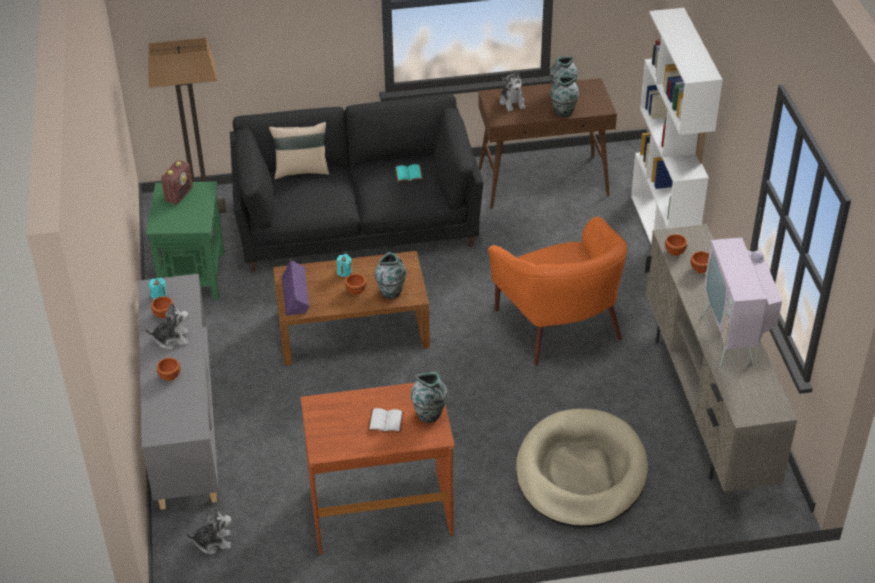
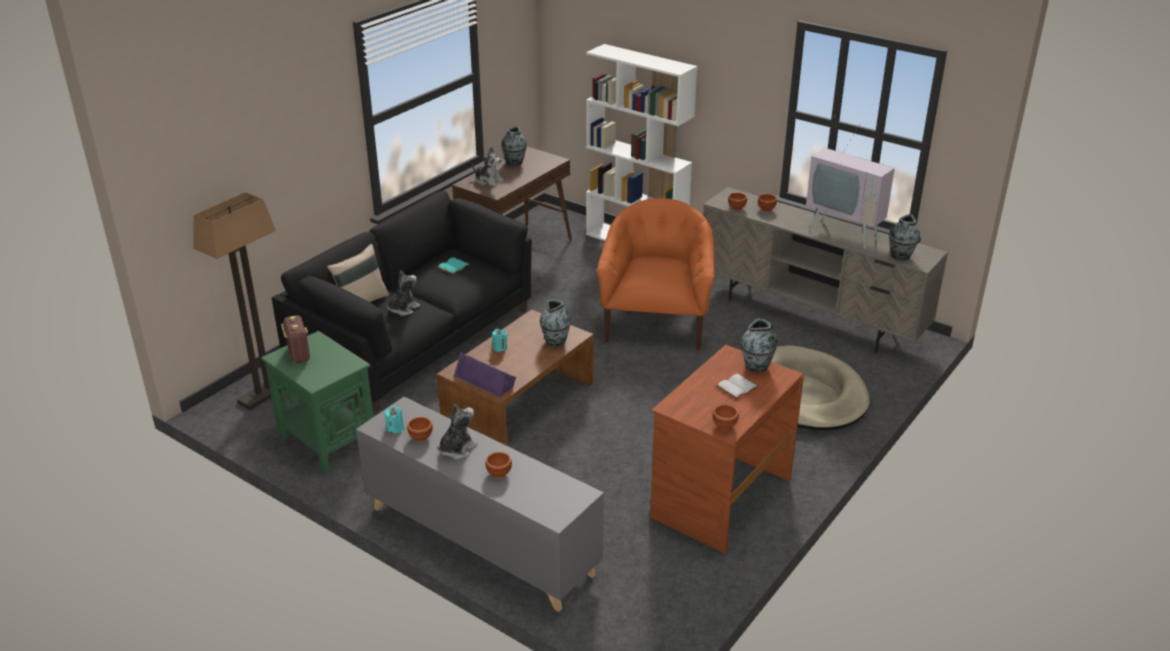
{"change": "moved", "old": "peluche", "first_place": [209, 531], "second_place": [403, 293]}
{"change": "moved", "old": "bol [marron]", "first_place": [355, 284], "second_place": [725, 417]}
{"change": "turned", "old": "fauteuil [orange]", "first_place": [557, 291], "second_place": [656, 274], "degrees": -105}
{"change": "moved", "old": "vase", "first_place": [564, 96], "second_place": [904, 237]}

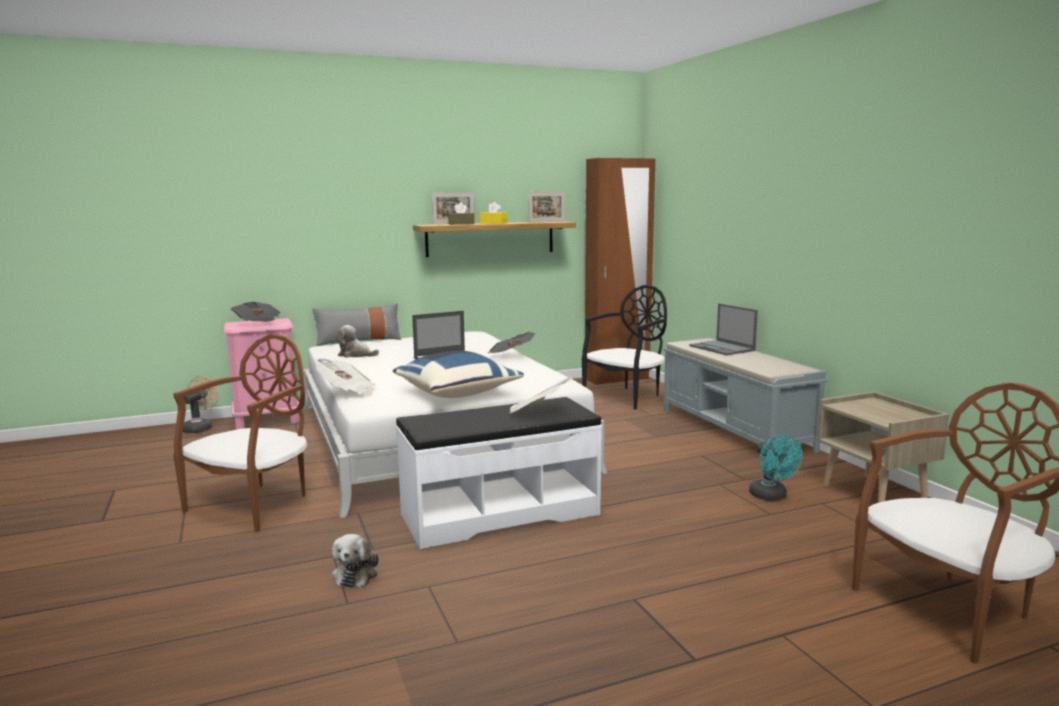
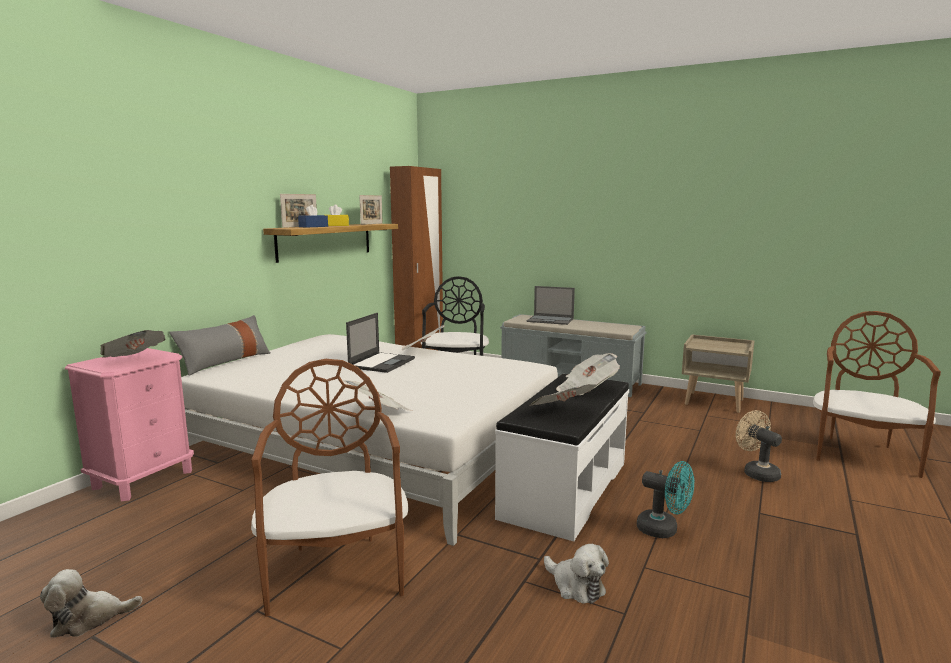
{"change": "moved", "old": "ventilateur [beige]", "first_place": [201, 404], "second_place": [759, 446]}
{"change": "moved", "old": "peluche", "first_place": [357, 341], "second_place": [91, 603]}
{"change": "removed", "old": "coussin [bleu]", "first_place": [458, 374]}
{"change": "recoloured", "old": "boîte à mouchoirs [marron]", "new": "boîte à mouchoirs [bleu]", "first_place": [461, 213], "second_place": [313, 216]}
{"change": "moved", "old": "ventilateur [turquoise]", "first_place": [776, 468], "second_place": [665, 499]}
{"change": "added", "new": "journal", "second_place": [564, 394]}

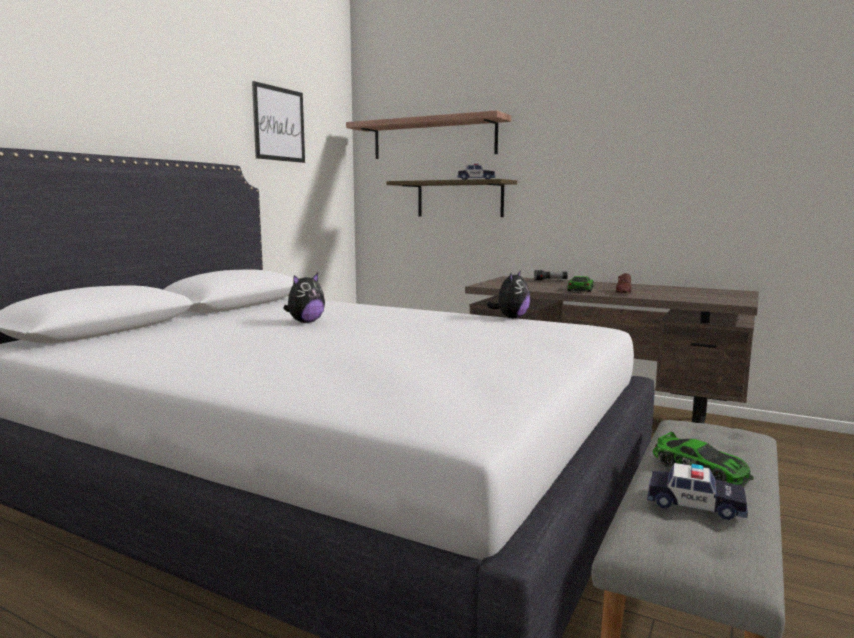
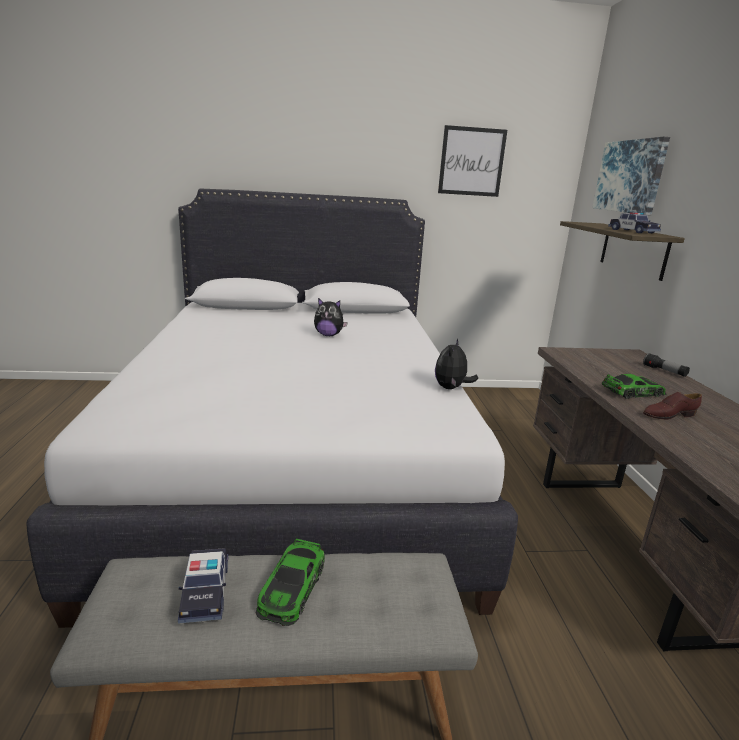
{"change": "replaced", "old": "étagère", "new": "tableau", "first_place": [428, 134], "second_place": [631, 176]}
{"change": "turned", "old": "peluche", "first_place": [508, 294], "second_place": [456, 364], "degrees": 120}

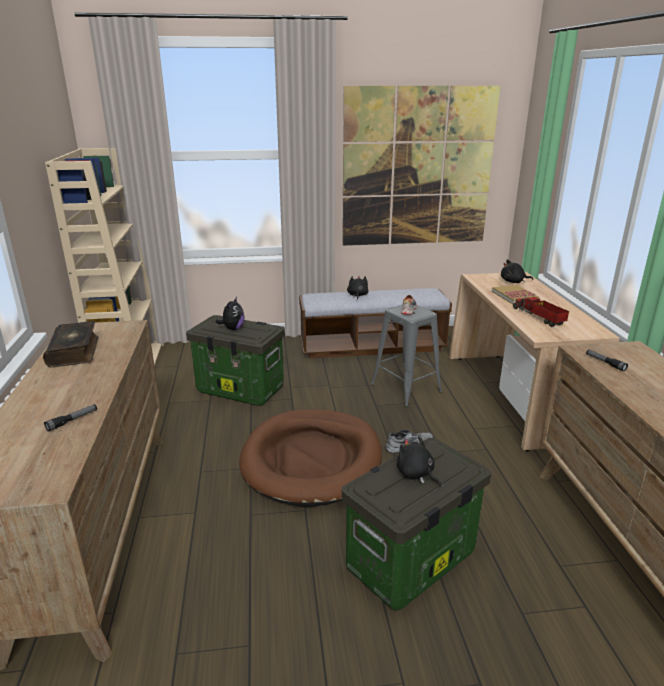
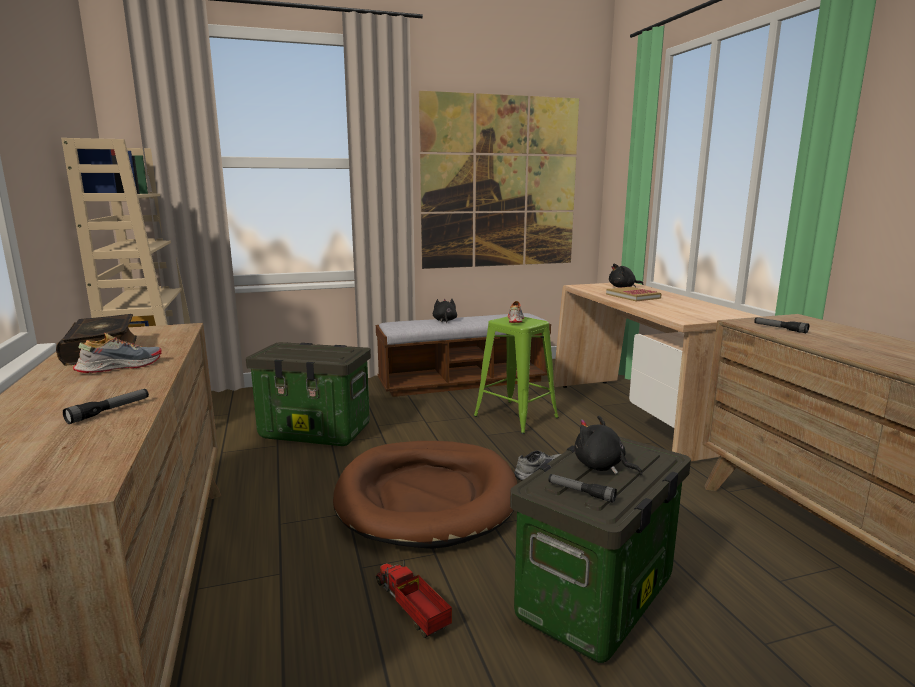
{"change": "removed", "old": "peluche", "first_place": [230, 313]}
{"change": "recoloured", "old": "tabouret [gris]", "new": "tabouret [vert]", "first_place": [406, 355], "second_place": [516, 375]}
{"change": "moved", "old": "camion jouet", "first_place": [541, 310], "second_place": [414, 599]}
{"change": "added", "new": "chaussure", "second_place": [117, 353]}
{"change": "added", "new": "lampe de poche", "second_place": [582, 488]}

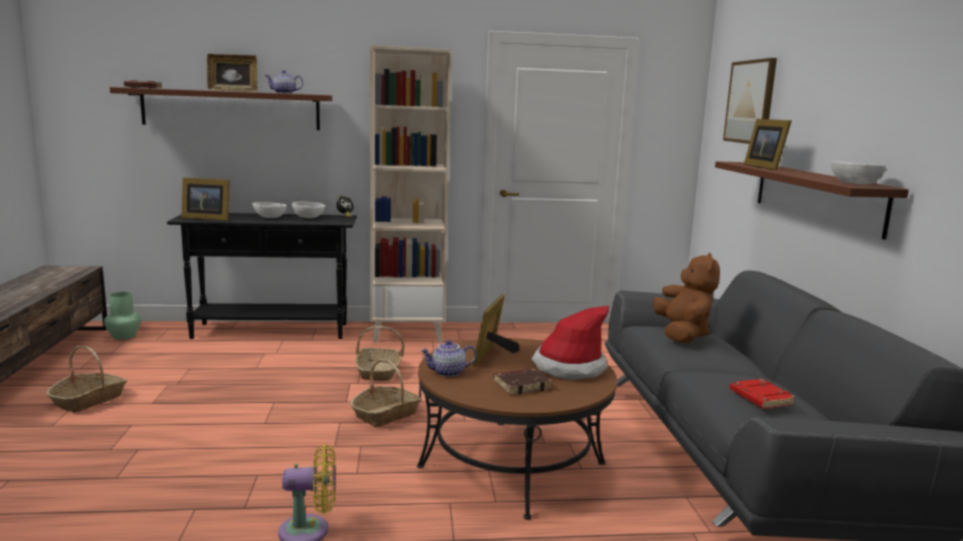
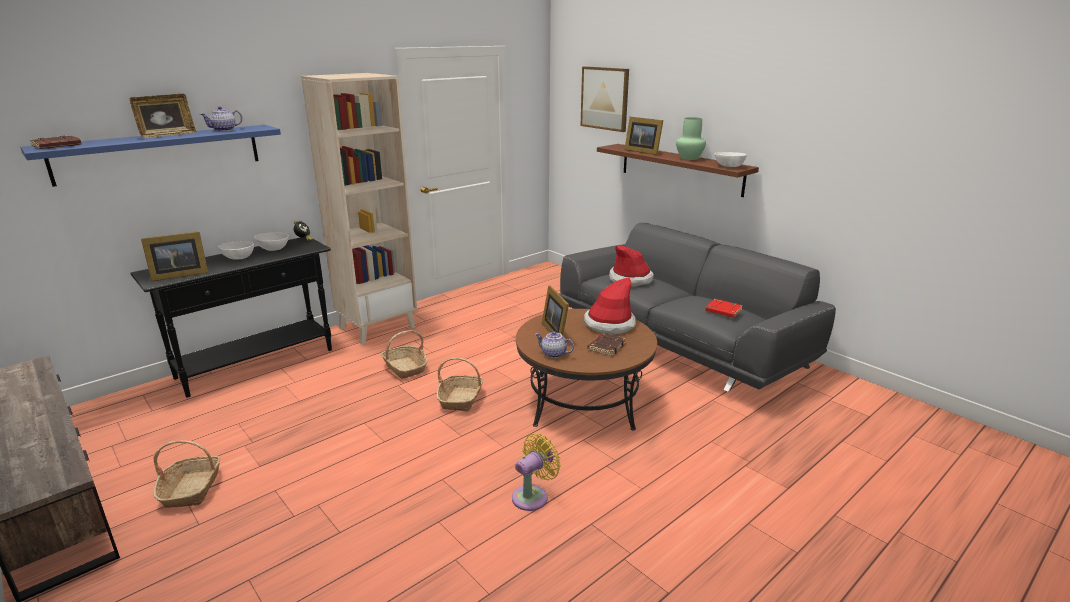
{"change": "moved", "old": "vase [vert]", "first_place": [122, 316], "second_place": [691, 138]}
{"change": "recoloured", "old": "étagère [marron]", "new": "étagère [bleu]", "first_place": [221, 108], "second_place": [150, 156]}
{"change": "turned", "old": "théière", "first_place": [448, 358], "second_place": [554, 344], "degrees": 75}
{"change": "replaced", "old": "peluche [marron]", "new": "chapeau", "first_place": [686, 298], "second_place": [631, 266]}

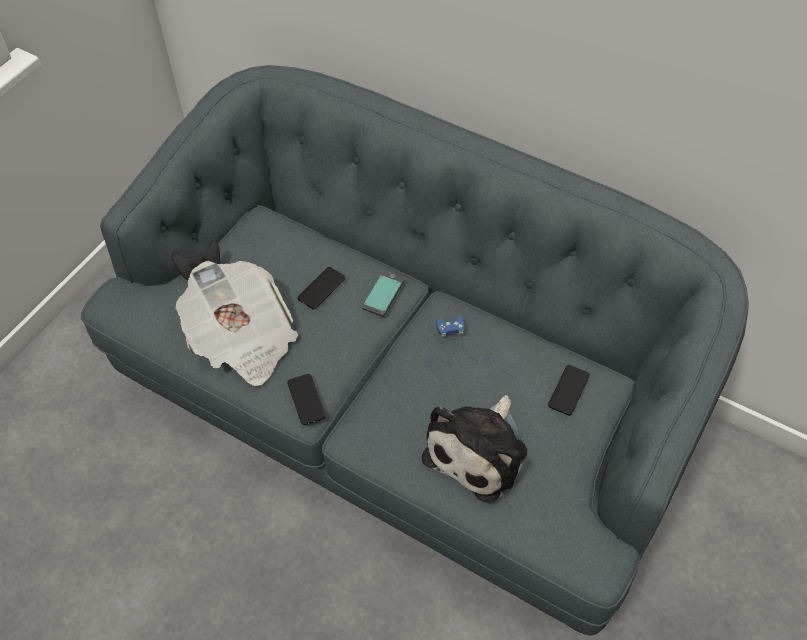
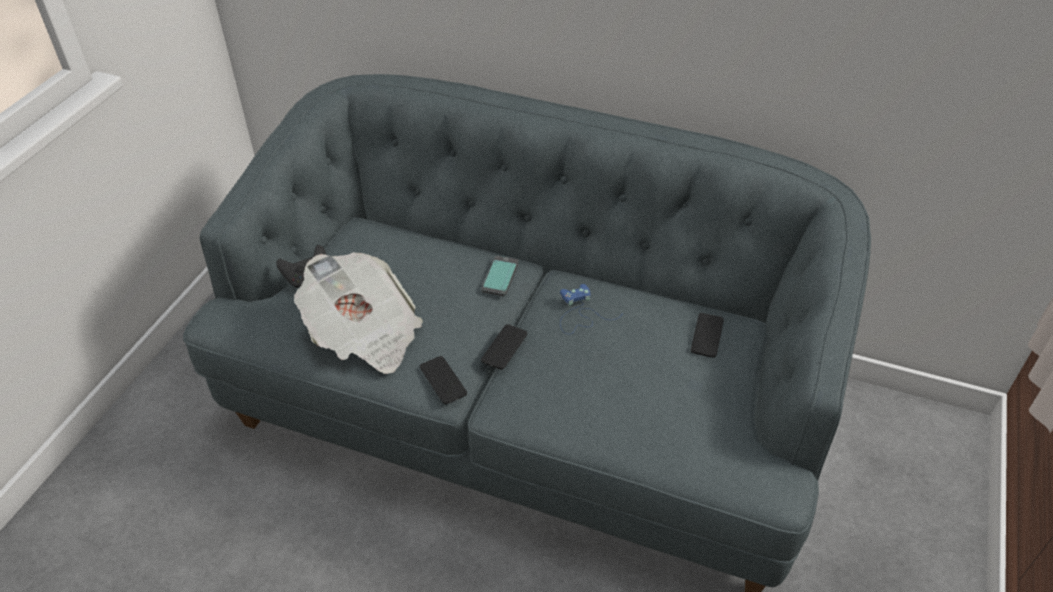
{"change": "moved", "old": "téléphone", "first_place": [321, 288], "second_place": [504, 347]}
{"change": "removed", "old": "peluche", "first_place": [474, 448]}

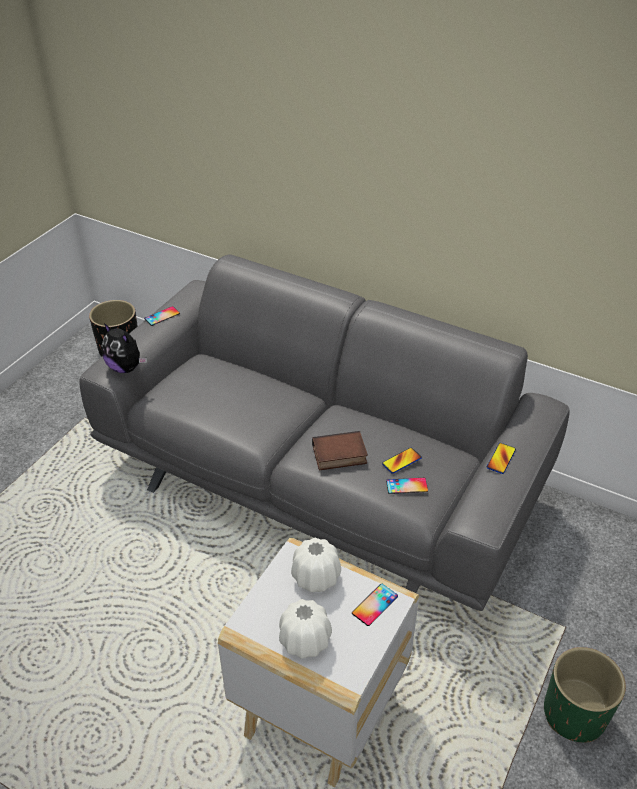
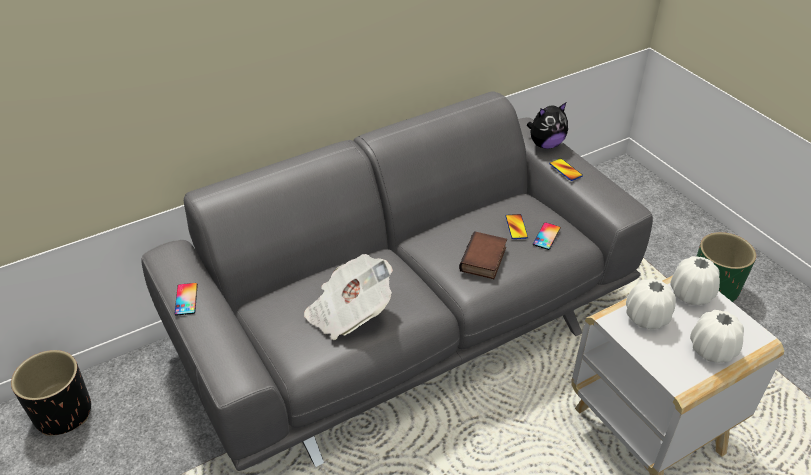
{"change": "moved", "old": "peluche", "first_place": [124, 348], "second_place": [547, 126]}
{"change": "replaced", "old": "téléphone", "new": "vase [blanc]", "first_place": [375, 605], "second_place": [695, 280]}
{"change": "added", "new": "journal", "second_place": [348, 297]}

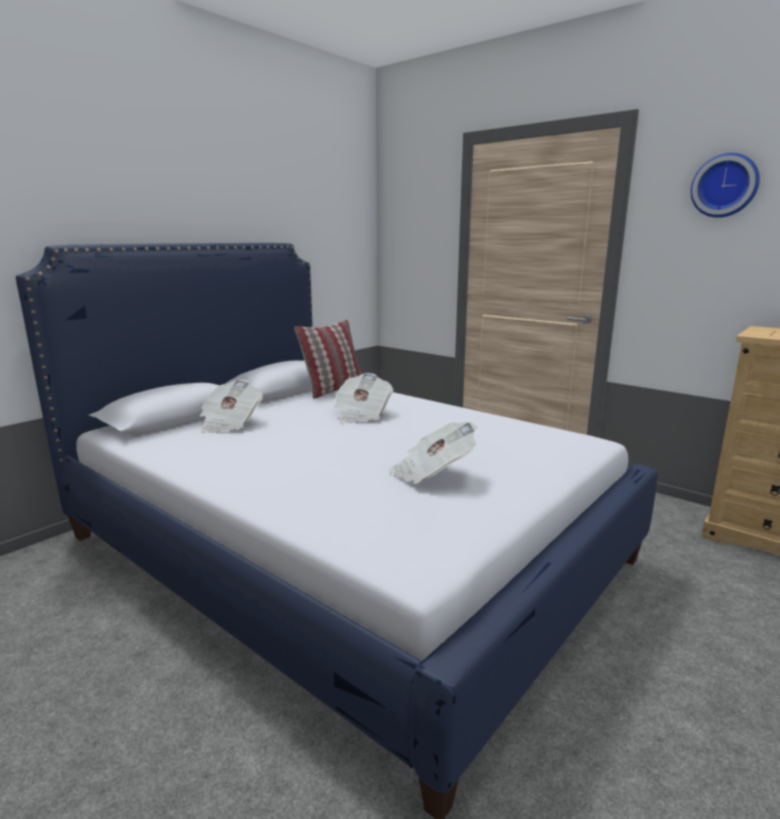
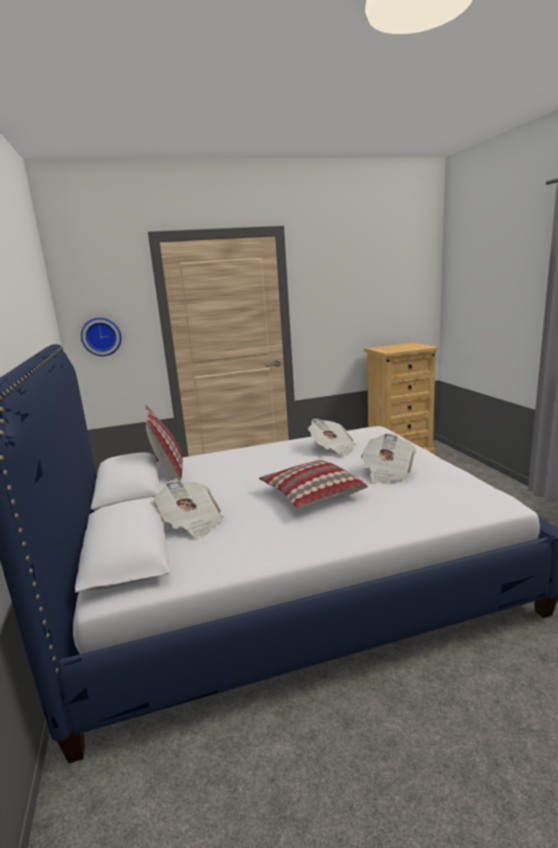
{"change": "moved", "old": "journal", "first_place": [364, 398], "second_place": [332, 437]}
{"change": "moved", "old": "horloge murale", "first_place": [725, 185], "second_place": [101, 337]}
{"change": "added", "new": "coussin", "second_place": [313, 484]}

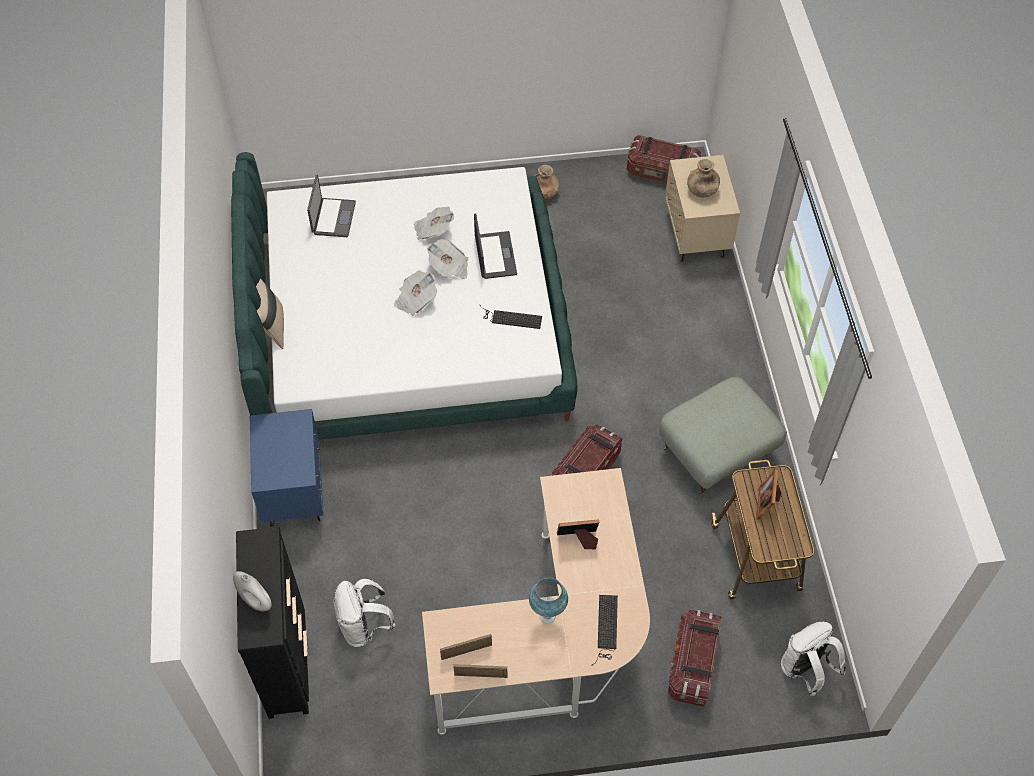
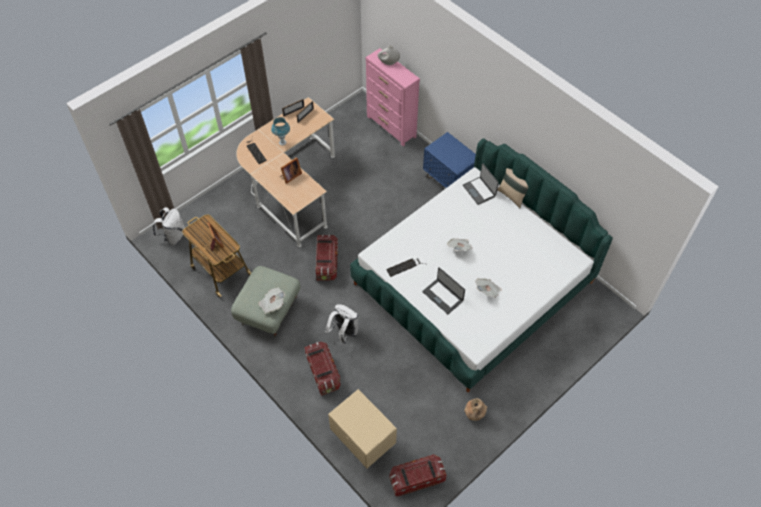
{"change": "recoloured", "old": "commode [noir]", "new": "commode [rose]", "first_place": [272, 623], "second_place": [392, 97]}
{"change": "moved", "old": "ordinateur portable", "first_place": [331, 206], "second_place": [481, 184]}
{"change": "moved", "old": "sac à dos [blanc]", "first_place": [364, 613], "second_place": [341, 324]}
{"change": "moved", "old": "journal", "first_place": [447, 259], "second_place": [272, 301]}
{"change": "moved", "old": "boîte de rangement", "first_place": [695, 658], "second_place": [323, 369]}
{"change": "removed", "old": "vase [marron]", "first_place": [703, 178]}

